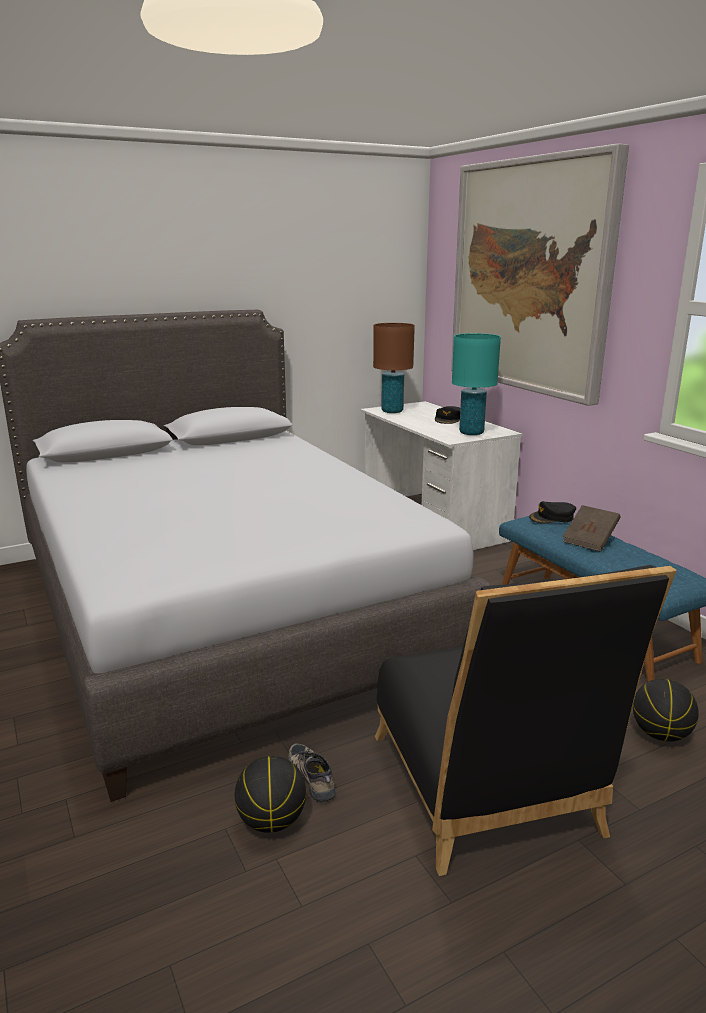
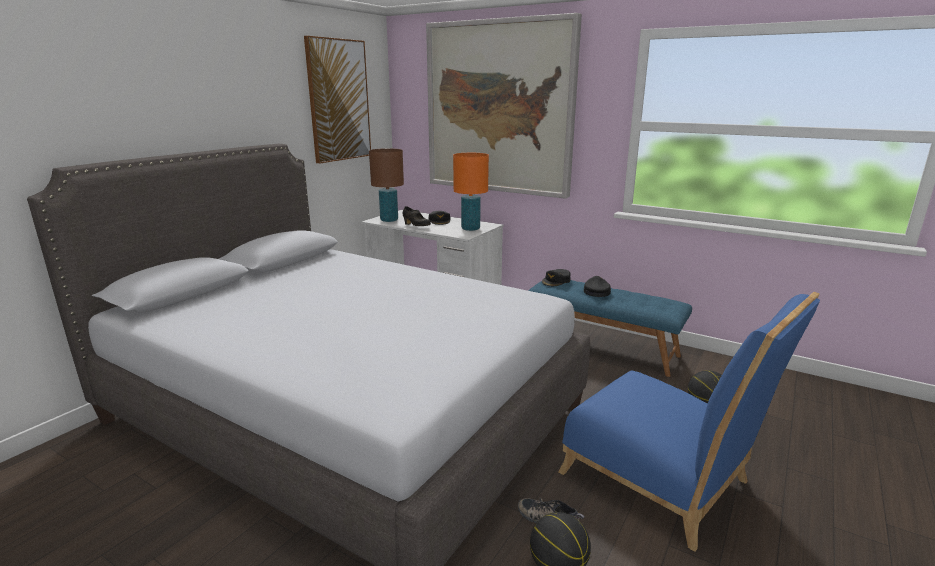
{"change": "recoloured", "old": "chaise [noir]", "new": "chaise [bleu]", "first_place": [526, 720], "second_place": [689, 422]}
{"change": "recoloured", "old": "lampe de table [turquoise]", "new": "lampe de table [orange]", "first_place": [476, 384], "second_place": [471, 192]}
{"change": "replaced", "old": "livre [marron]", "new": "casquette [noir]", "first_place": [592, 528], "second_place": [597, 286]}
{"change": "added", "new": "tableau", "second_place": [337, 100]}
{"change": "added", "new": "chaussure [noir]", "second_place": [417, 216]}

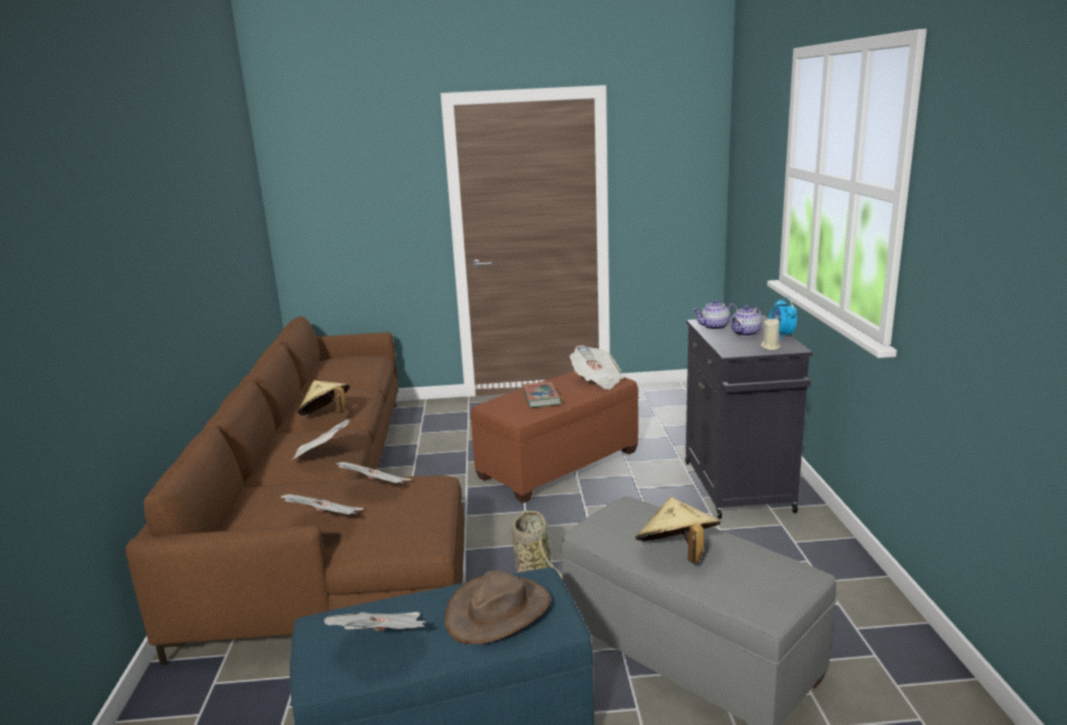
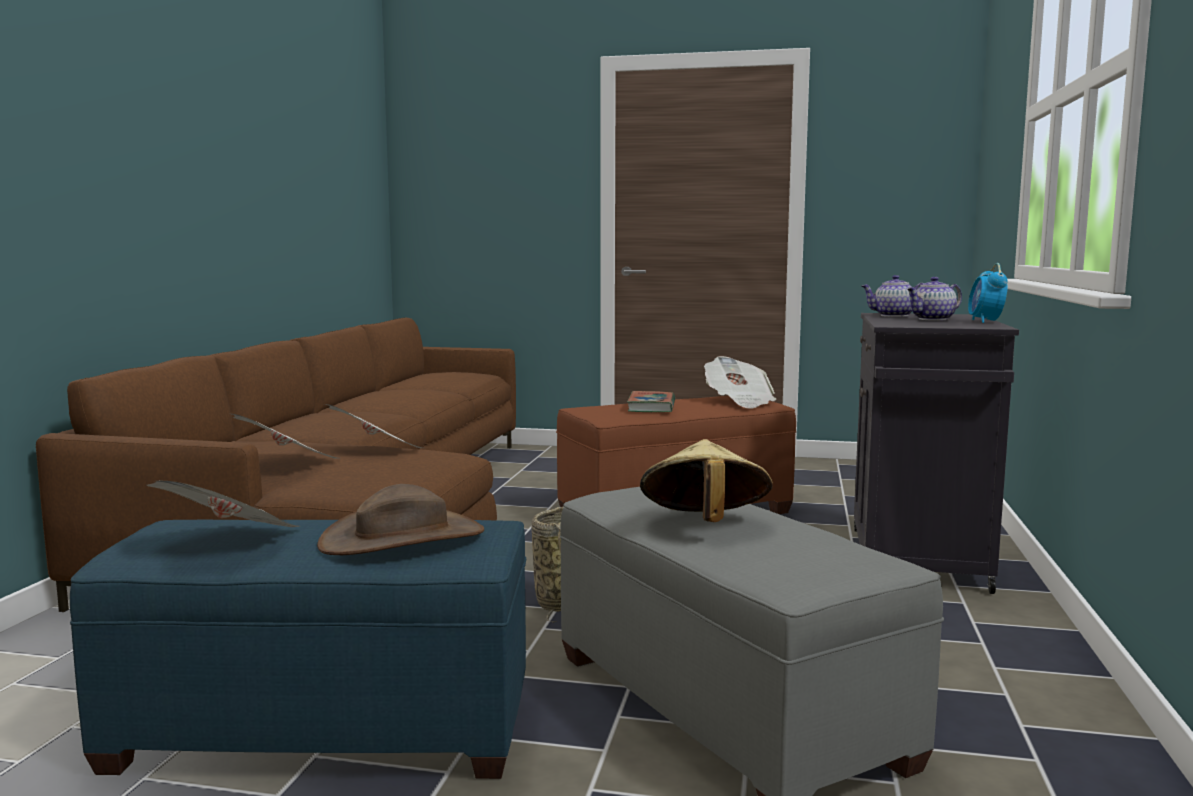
{"change": "removed", "old": "journal", "first_place": [319, 440]}
{"change": "removed", "old": "chapeau [beige]", "first_place": [324, 397]}
{"change": "removed", "old": "bougie [beige]", "first_place": [771, 334]}

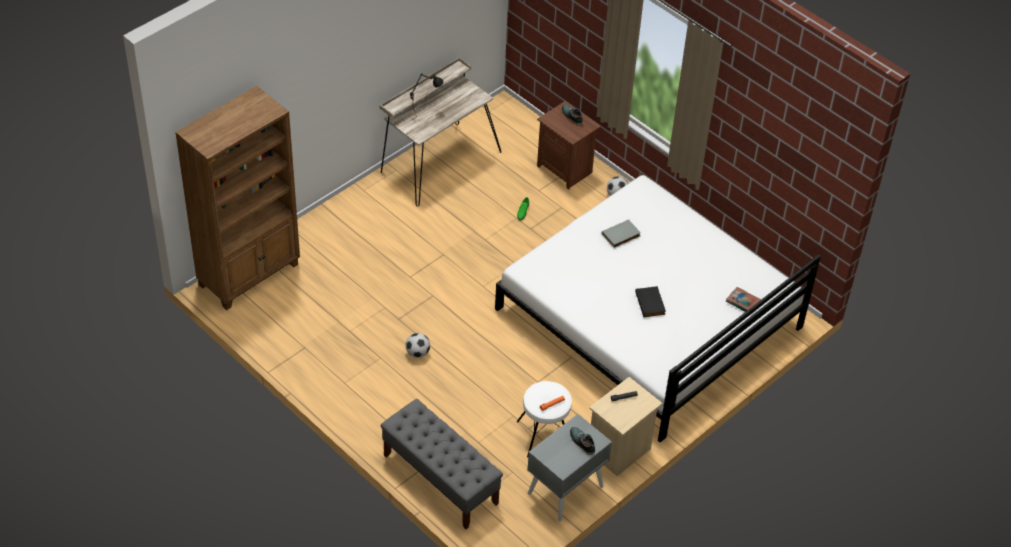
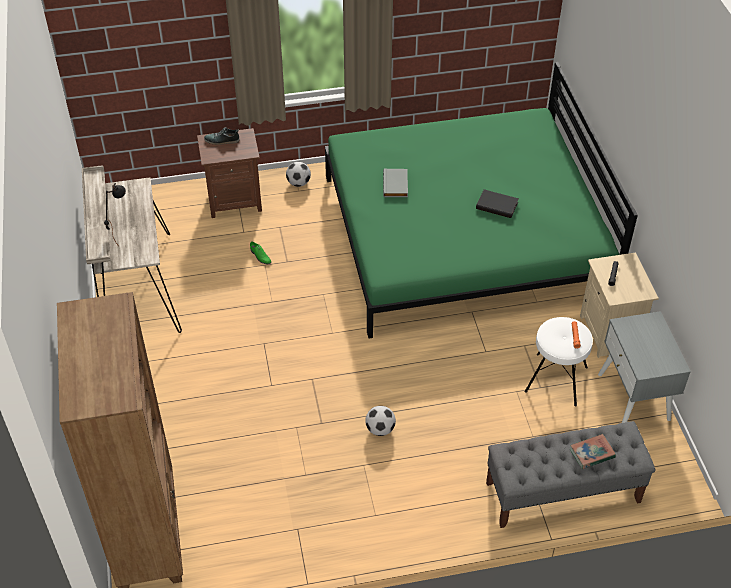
{"change": "recoloured", "old": "lit [blanc]", "new": "lit [vert]", "first_place": [658, 308], "second_place": [481, 200]}
{"change": "removed", "old": "chaussure", "first_place": [582, 441]}
{"change": "moved", "old": "livre", "first_place": [743, 299], "second_place": [593, 451]}

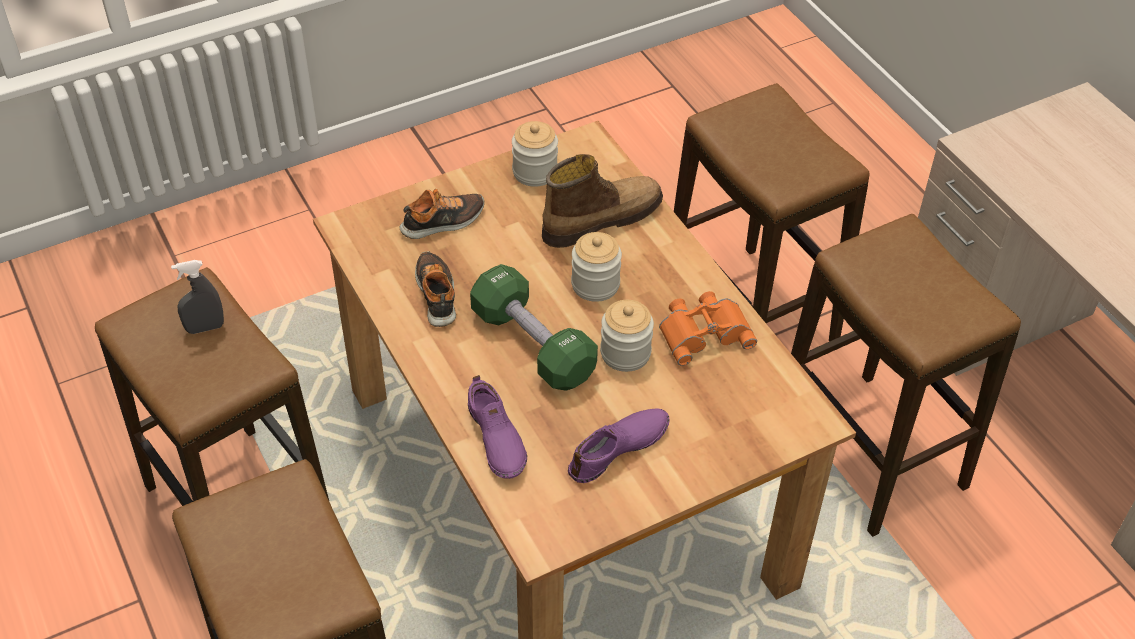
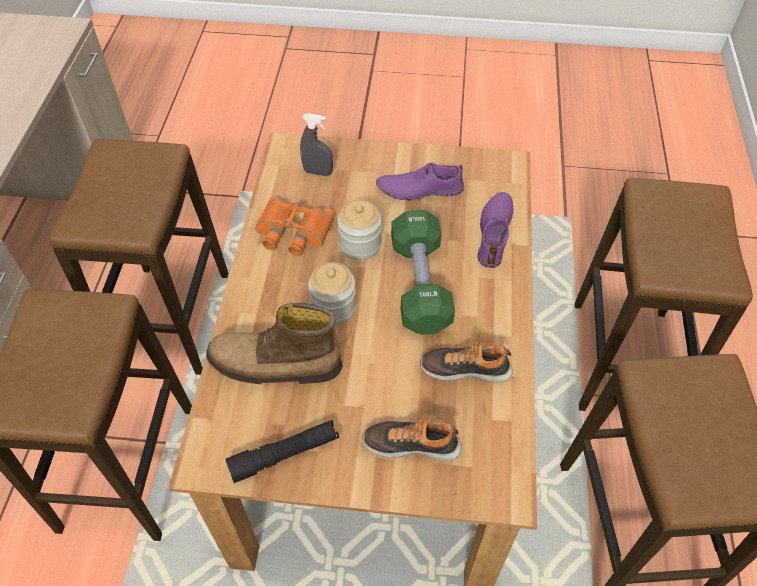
{"change": "moved", "old": "vaporisateur [gris]", "first_place": [197, 297], "second_place": [316, 144]}
{"change": "turned", "old": "chaussure", "first_place": [435, 289], "second_place": [466, 362], "degrees": 75}
{"change": "replaced", "old": "bocal", "new": "lampe de poche [noir]", "first_place": [535, 154], "second_place": [282, 451]}

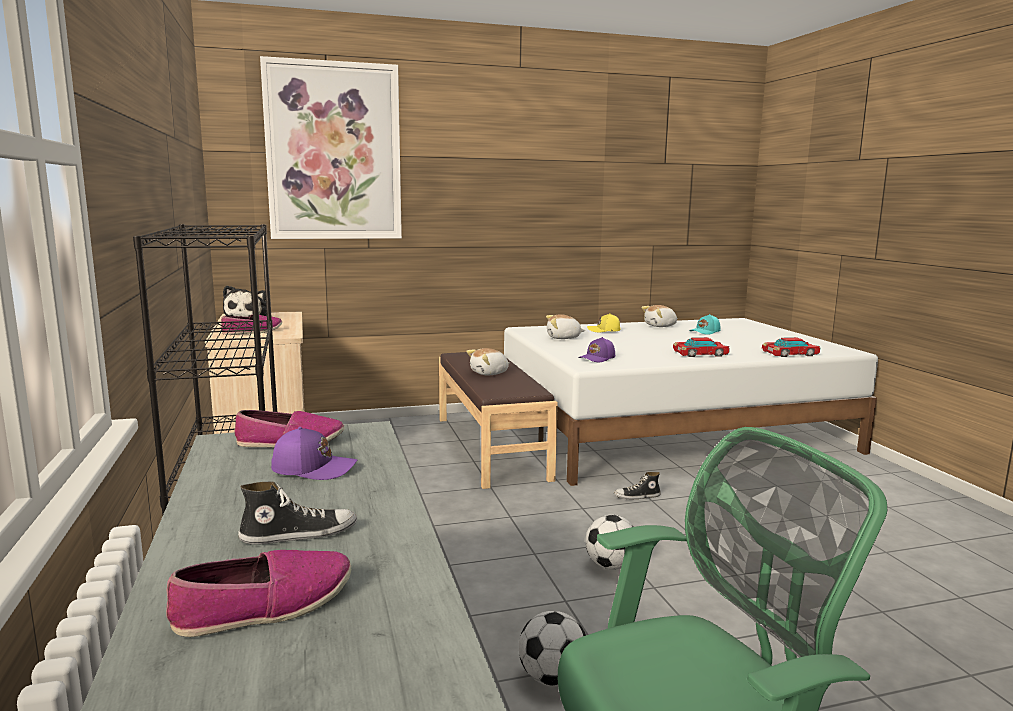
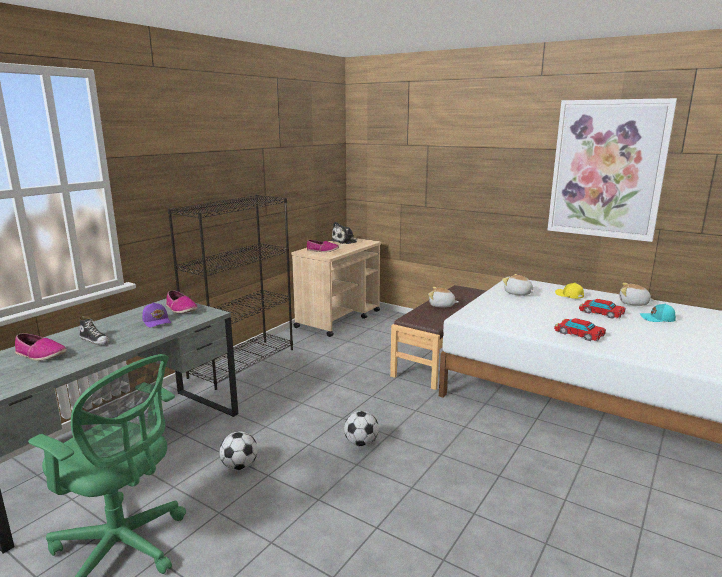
{"change": "moved", "old": "tableau", "first_place": [331, 147], "second_place": [612, 170]}
{"change": "removed", "old": "casquette [violet]", "first_place": [596, 349]}
{"change": "removed", "old": "chaussure", "first_place": [637, 485]}
{"change": "moved", "old": "petite voiture", "first_place": [791, 347], "second_place": [602, 309]}

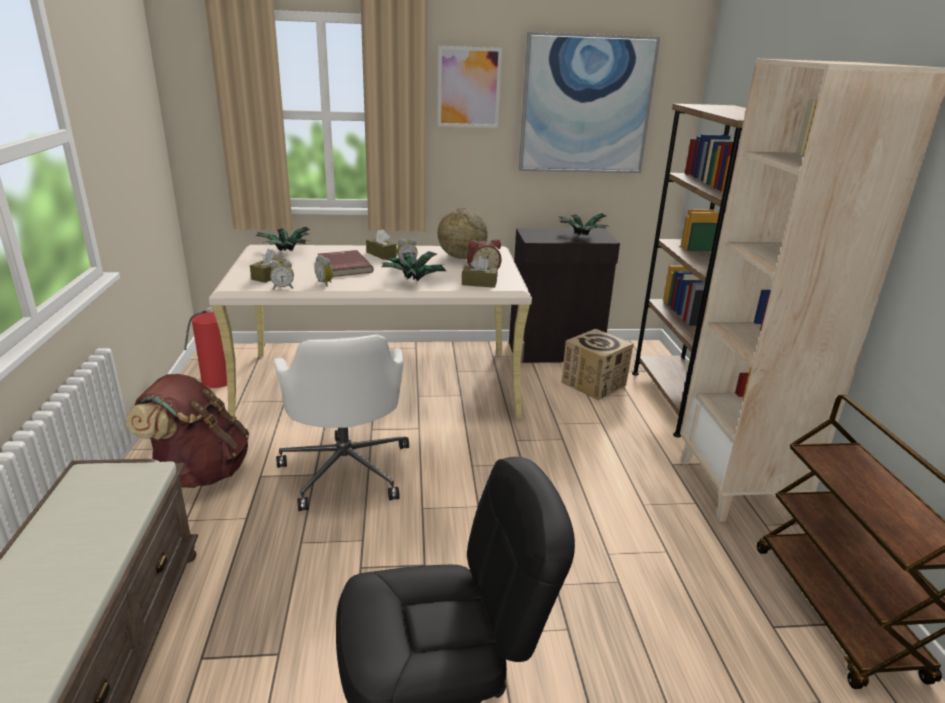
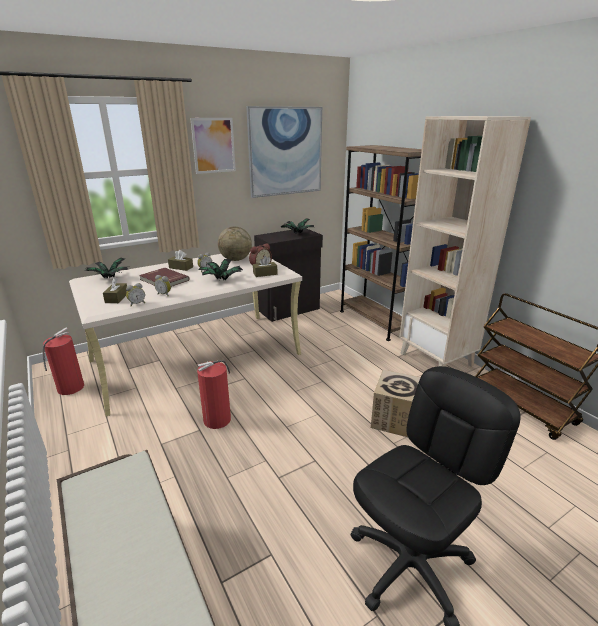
{"change": "removed", "old": "sac à dos [marron]", "first_place": [187, 431]}
{"change": "replaced", "old": "chaise de bureau [blanc]", "new": "extincteur", "first_place": [341, 423], "second_place": [214, 394]}
{"change": "moved", "old": "carton", "first_place": [598, 364], "second_place": [396, 403]}

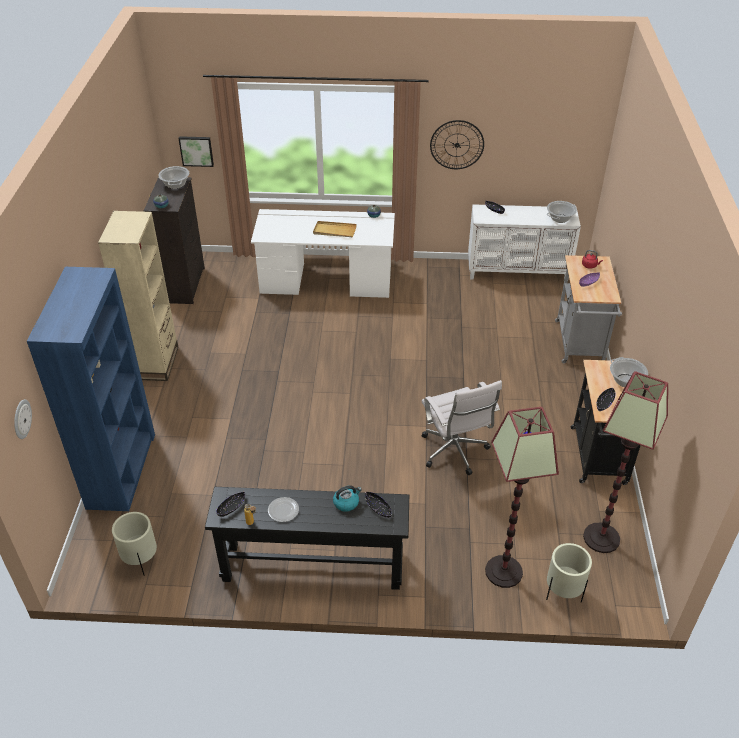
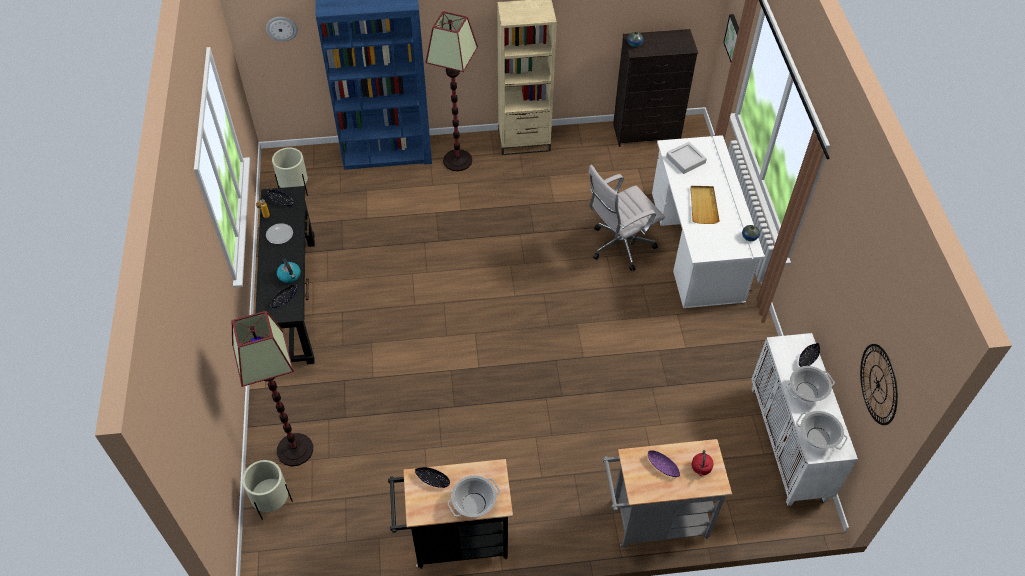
{"change": "moved", "old": "marmite", "first_place": [173, 177], "second_place": [810, 384]}
{"change": "moved", "old": "chaise de bureau [blanc]", "first_place": [462, 427], "second_place": [626, 218]}
{"change": "moved", "old": "horloge murale", "first_place": [457, 144], "second_place": [879, 384]}
{"change": "moved", "old": "lampadaire", "first_place": [625, 462], "second_place": [451, 91]}
{"change": "added", "new": "plateau [gris]", "second_place": [686, 158]}

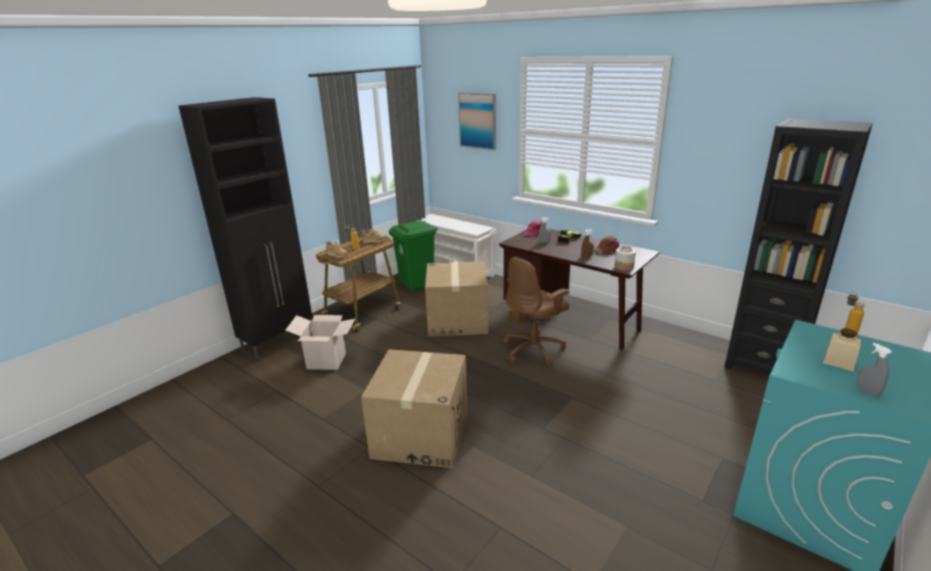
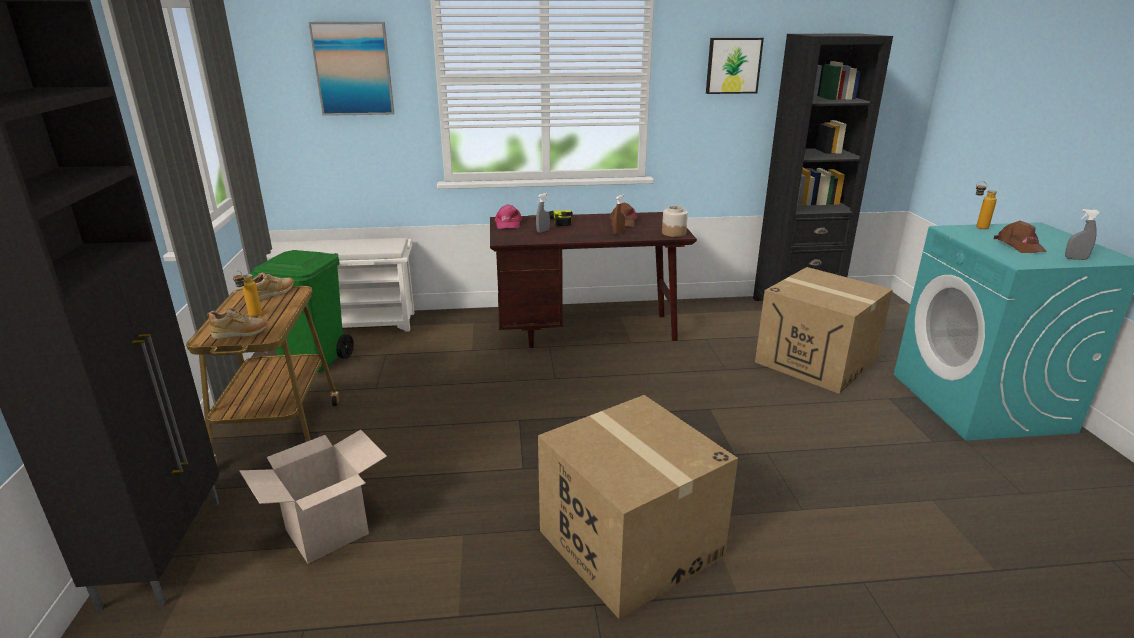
{"change": "moved", "old": "carton", "first_place": [456, 298], "second_place": [824, 330]}
{"change": "removed", "old": "chaise de bureau [marron]", "first_place": [536, 312]}
{"change": "replaced", "old": "bocal [beige]", "new": "casquette [marron]", "first_place": [842, 349], "second_place": [1020, 237]}
{"change": "added", "new": "tableau", "second_place": [735, 66]}

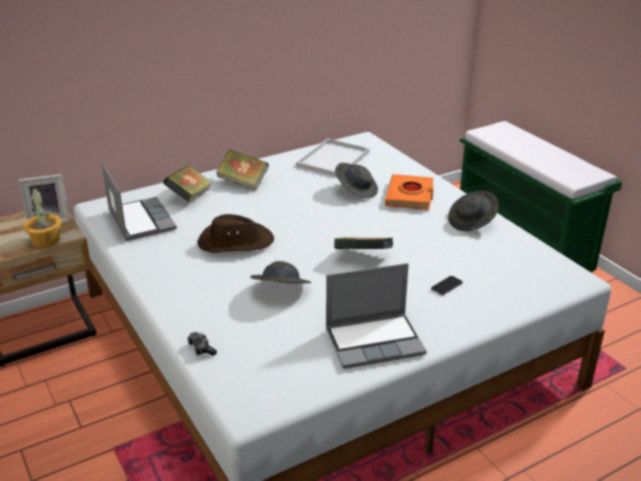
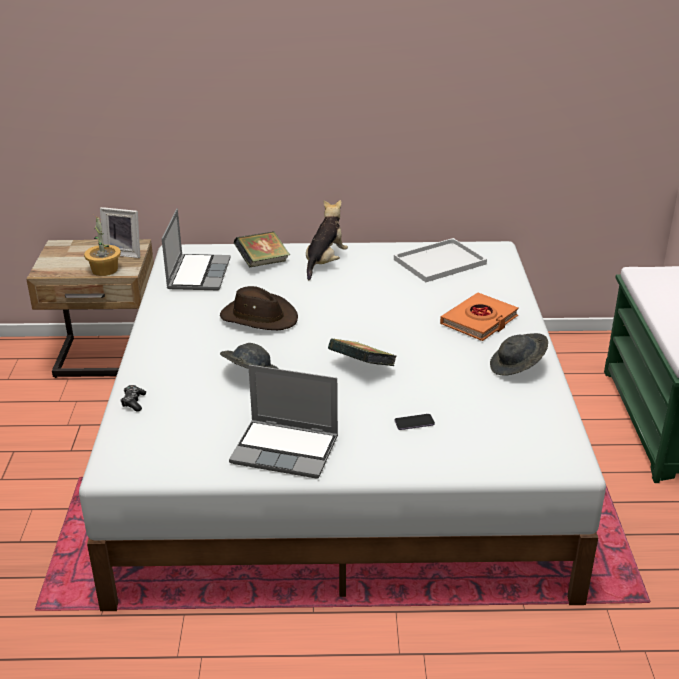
{"change": "replaced", "old": "livre", "new": "peluche", "first_place": [242, 170], "second_place": [327, 240]}
{"change": "removed", "old": "chapeau [gris]", "first_place": [356, 180]}

